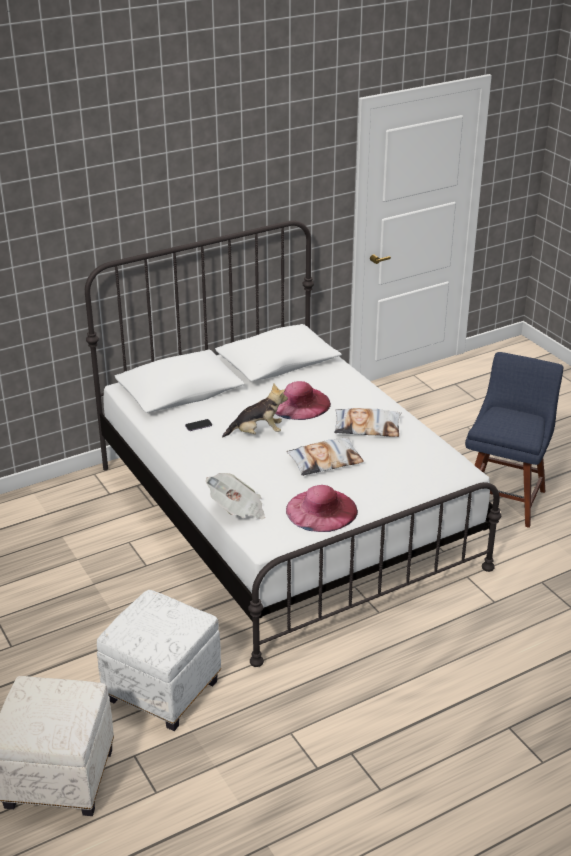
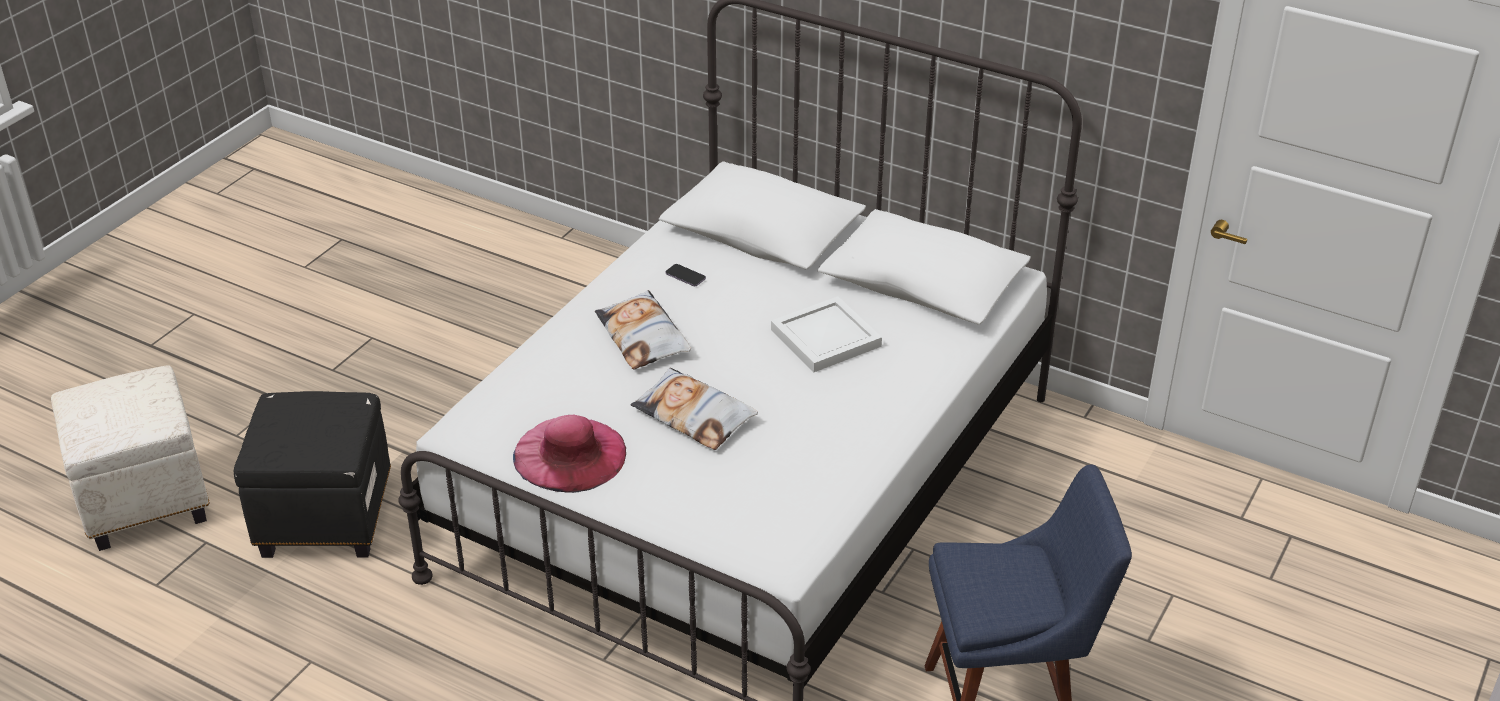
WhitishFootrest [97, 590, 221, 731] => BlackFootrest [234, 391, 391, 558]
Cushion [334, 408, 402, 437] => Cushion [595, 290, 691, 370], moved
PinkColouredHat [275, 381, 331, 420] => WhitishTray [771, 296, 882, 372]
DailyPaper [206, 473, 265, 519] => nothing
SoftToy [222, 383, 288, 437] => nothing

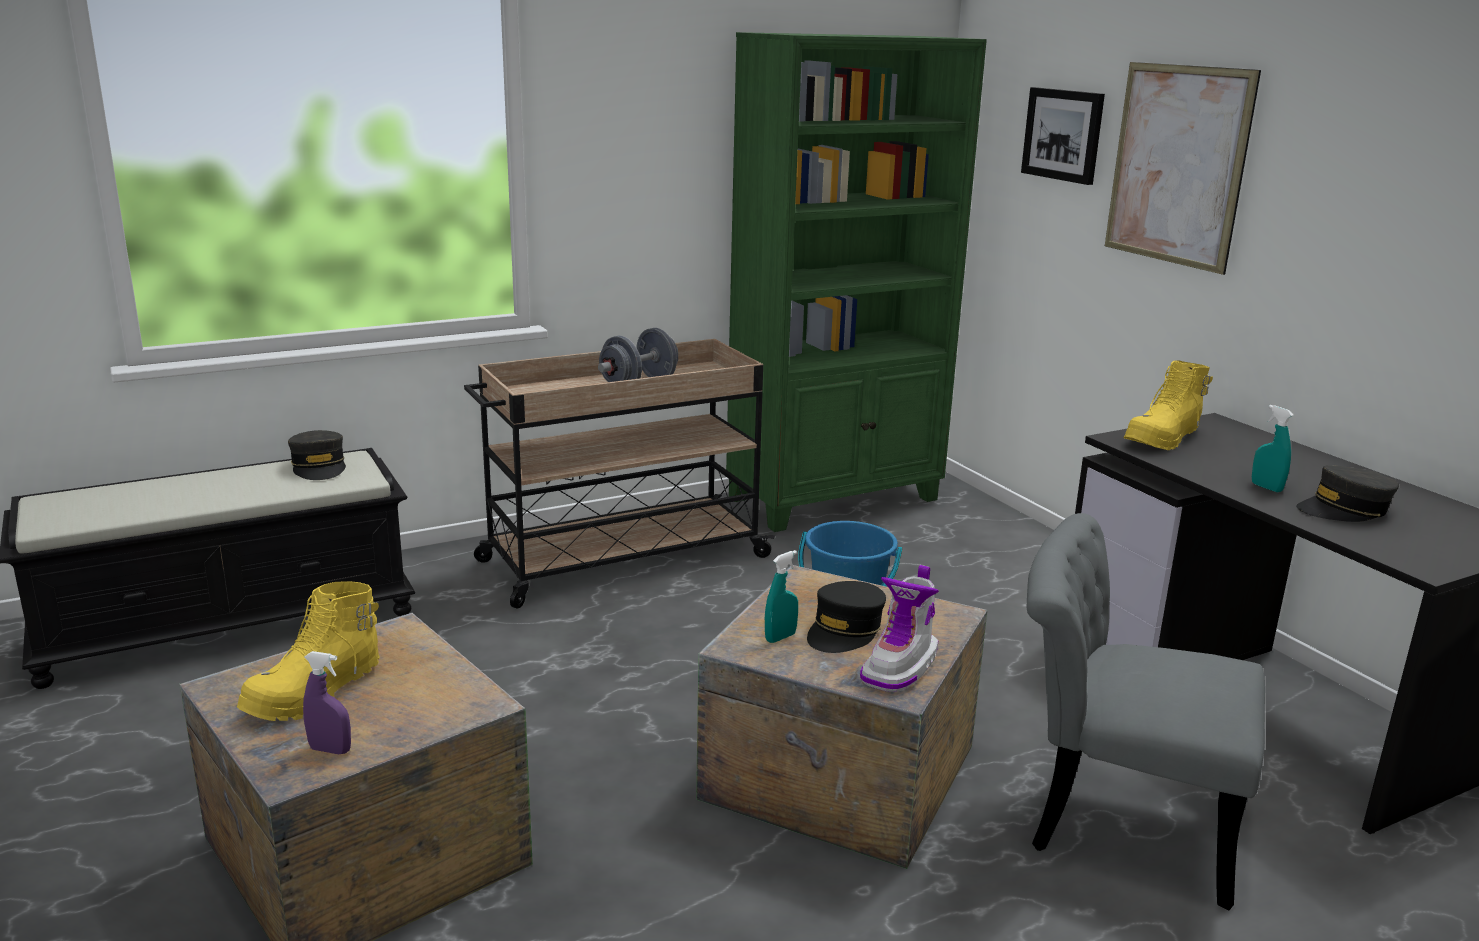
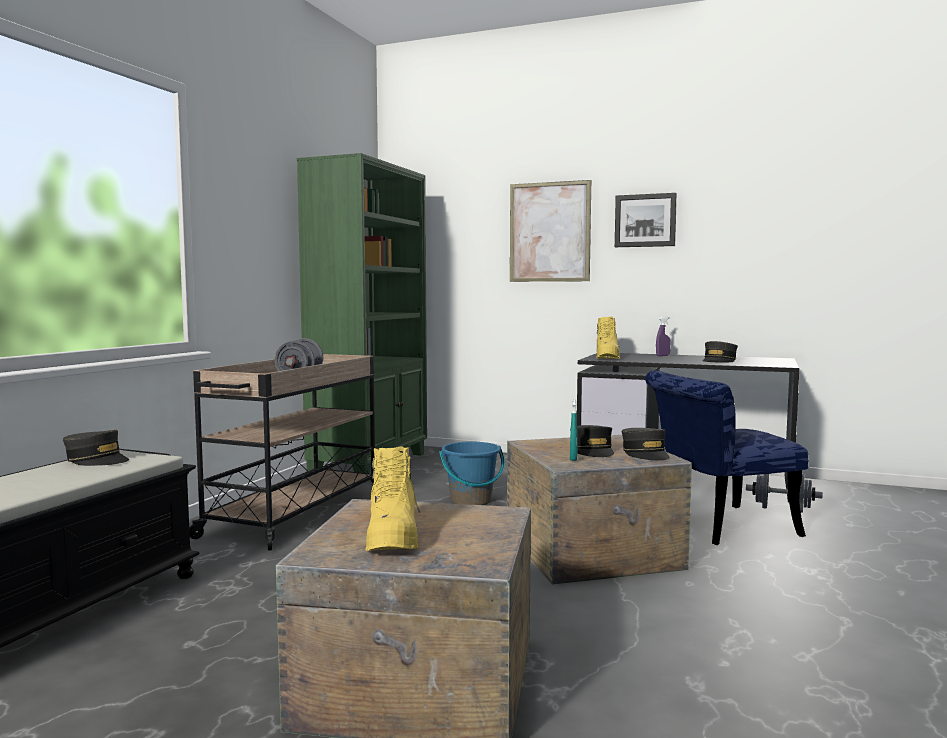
WallArt [1021, 87, 1105, 185] => WallArt [615, 193, 677, 247], moved
HighTopBoot [860, 565, 939, 692] => GrayCap [622, 428, 669, 460]
GrayChair [1027, 513, 1265, 910] => BluishChair [645, 370, 809, 545]
PurplishHandSprayer [303, 651, 351, 754] => PurplishHandSprayer [656, 317, 671, 356], moved
nothing => GrayDumbbell [746, 474, 823, 513]
BlueGreenHandSprayer [1252, 405, 1294, 492] => nothing

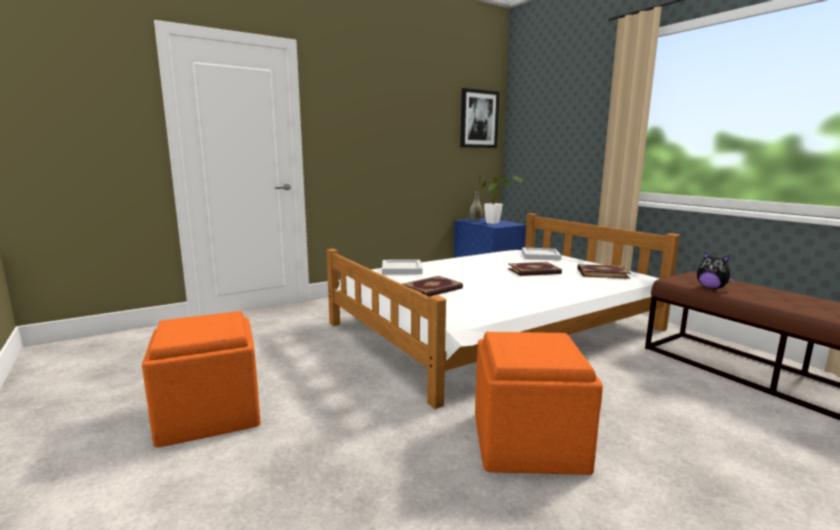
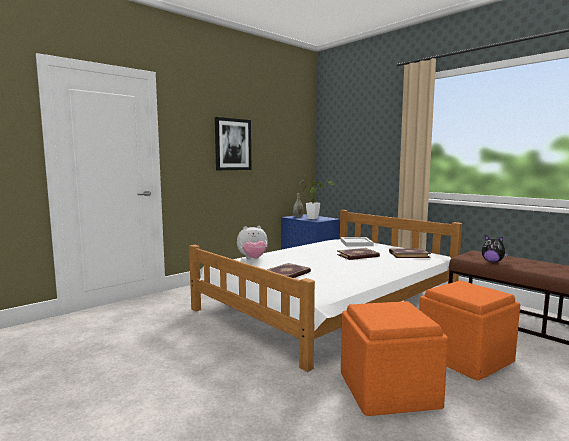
WallArt [460, 88, 499, 148] => WallArt [215, 117, 251, 170], moved
WhitishTray [382, 260, 422, 275] => SoftToy [237, 226, 268, 259]
OrangeFootrest [142, 311, 261, 447] => OrangeFootrest [419, 280, 520, 380], moved

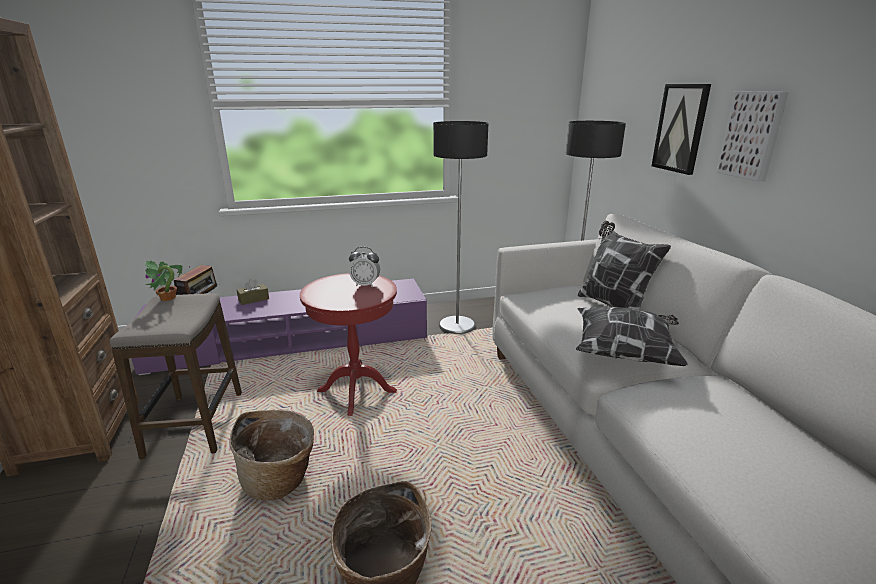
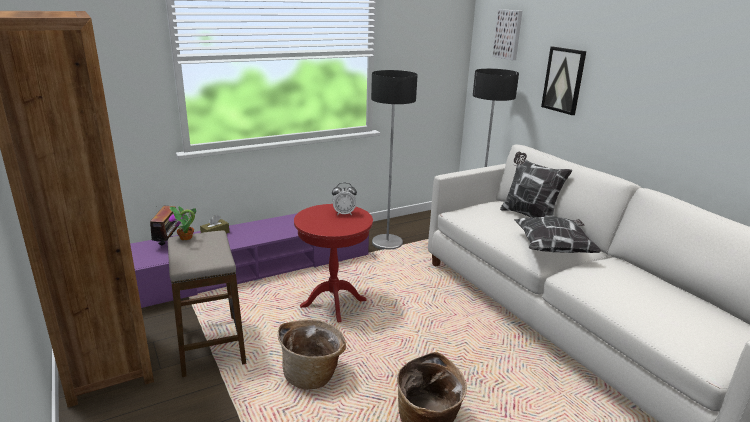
WallArt [717, 91, 789, 181] => WallArt [492, 9, 522, 60], moved

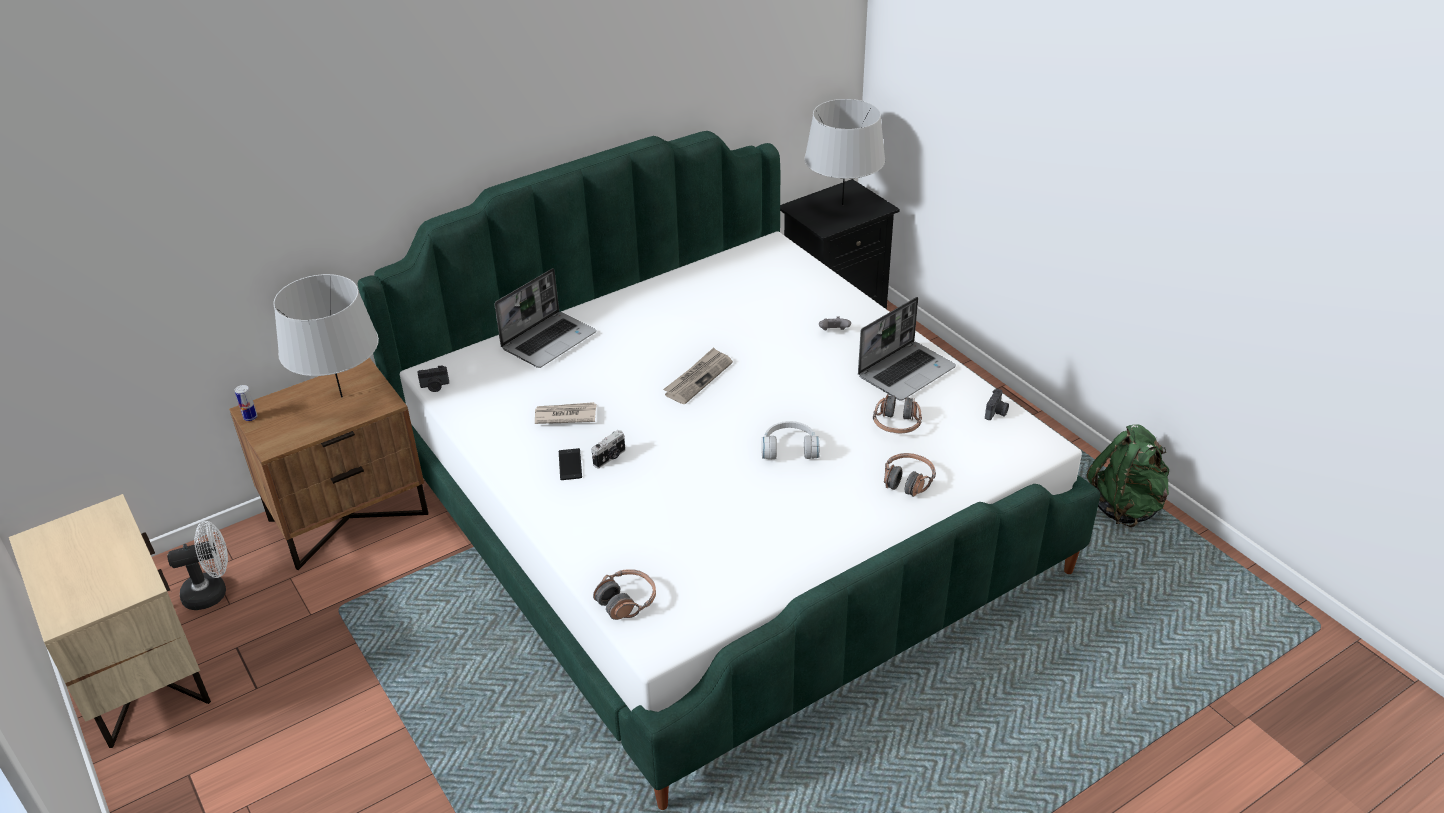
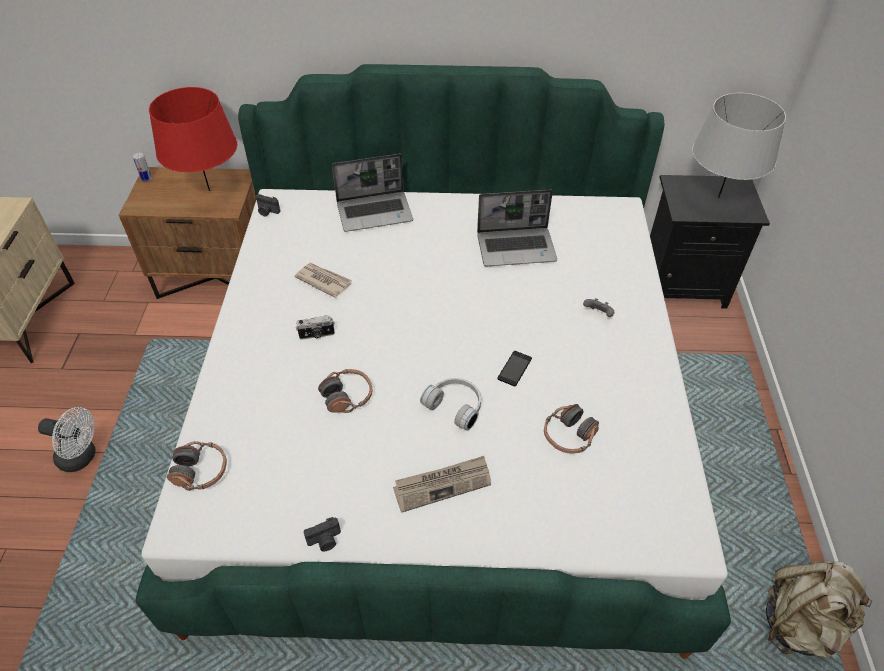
WhitishElectricFan [167, 521, 228, 610] => WhitishElectricFan [38, 407, 96, 472], moved
GrayTabletopLamp [273, 274, 379, 398] => ReddishTabletopLamp [149, 87, 237, 191]
StillCamera [985, 389, 1009, 420] => StillCamera [304, 517, 341, 551], moved
Headset [884, 453, 936, 497] => Headset [318, 369, 372, 413], moved
DailyPaper [663, 347, 733, 404] => DailyPaper [393, 456, 491, 513], moved
PortableComputer [858, 297, 956, 401] => PortableComputer [477, 189, 557, 266], moved
Telephone [559, 448, 582, 480] => Telephone [497, 351, 532, 387], moved
GreenColouredKnapsack [1087, 424, 1169, 527] => BeigeKnapsack [766, 560, 872, 658]

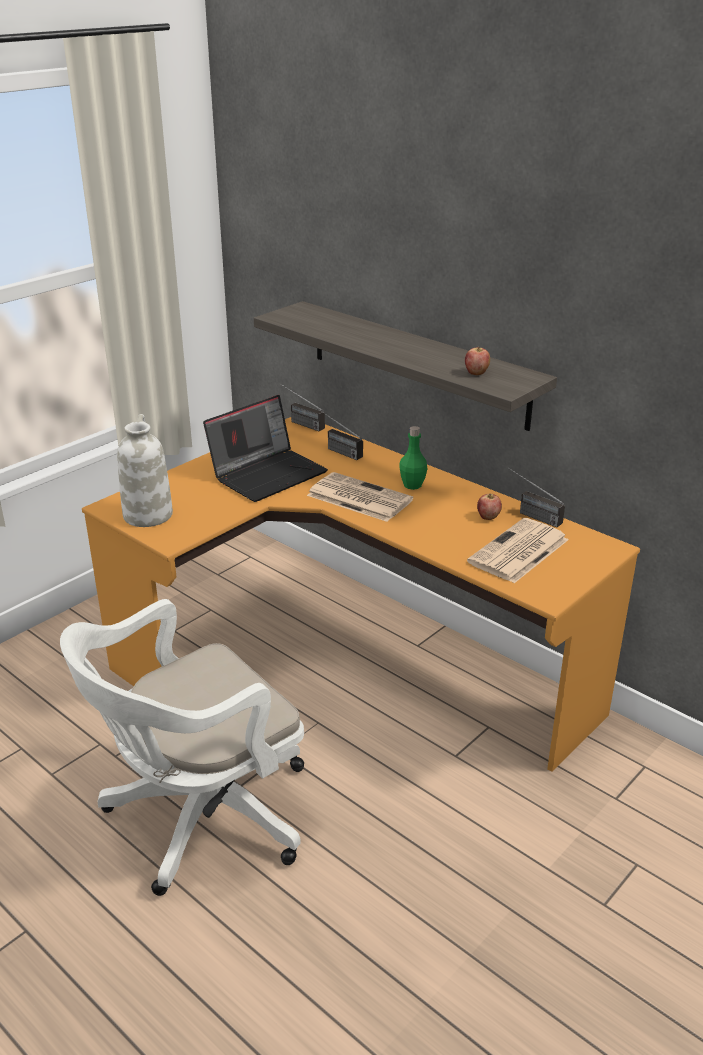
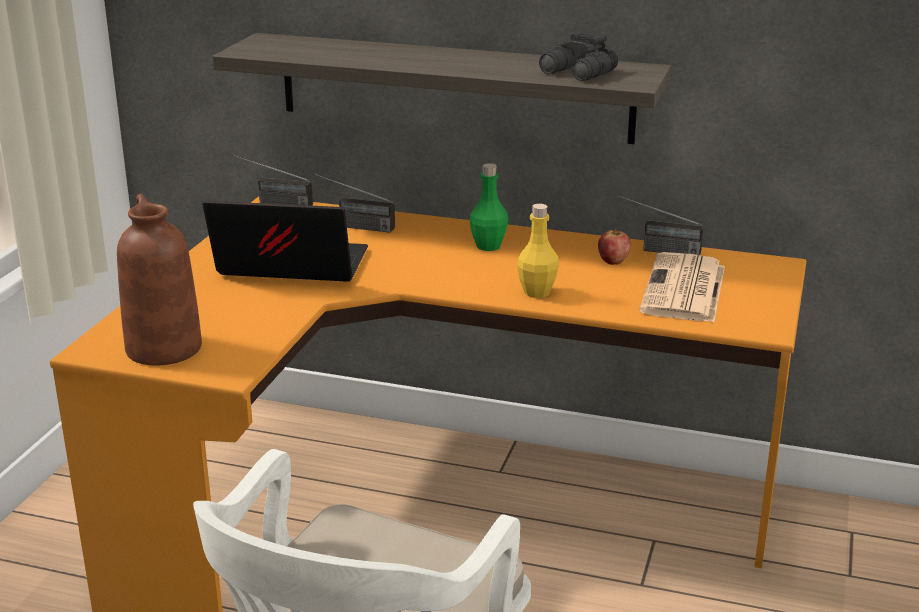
WhitishVase [117, 414, 173, 527] => BrownishVase [117, 194, 202, 365]
PortableComputer [203, 395, 328, 502] => PortableComputer [202, 201, 368, 282], 105 degrees counterclockwise
nothing => YellowishDrinkBottle [517, 204, 559, 298]
Apple [465, 347, 490, 375] => BlackFieldGlasses [539, 32, 618, 81]
DailyPaper [307, 472, 413, 522] => nothing

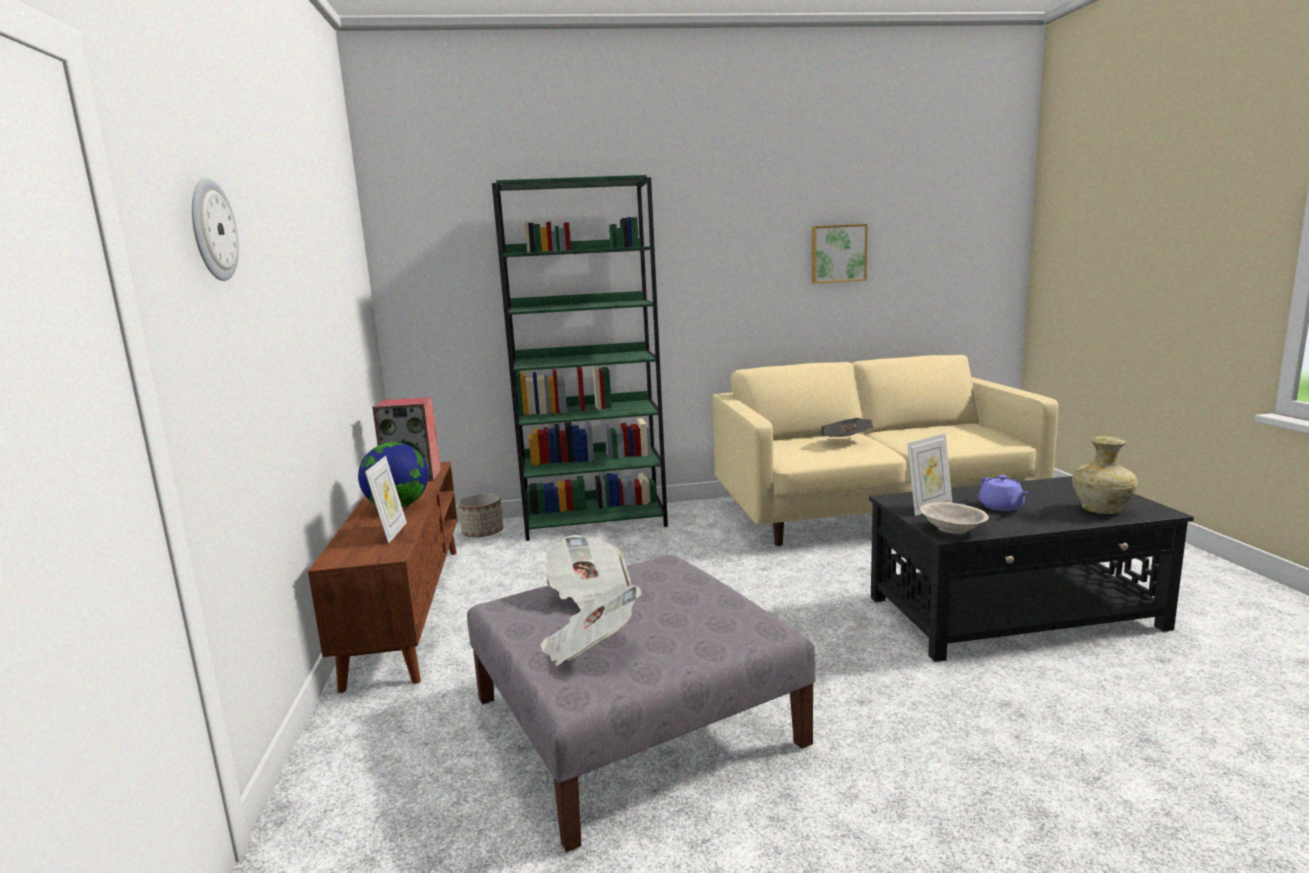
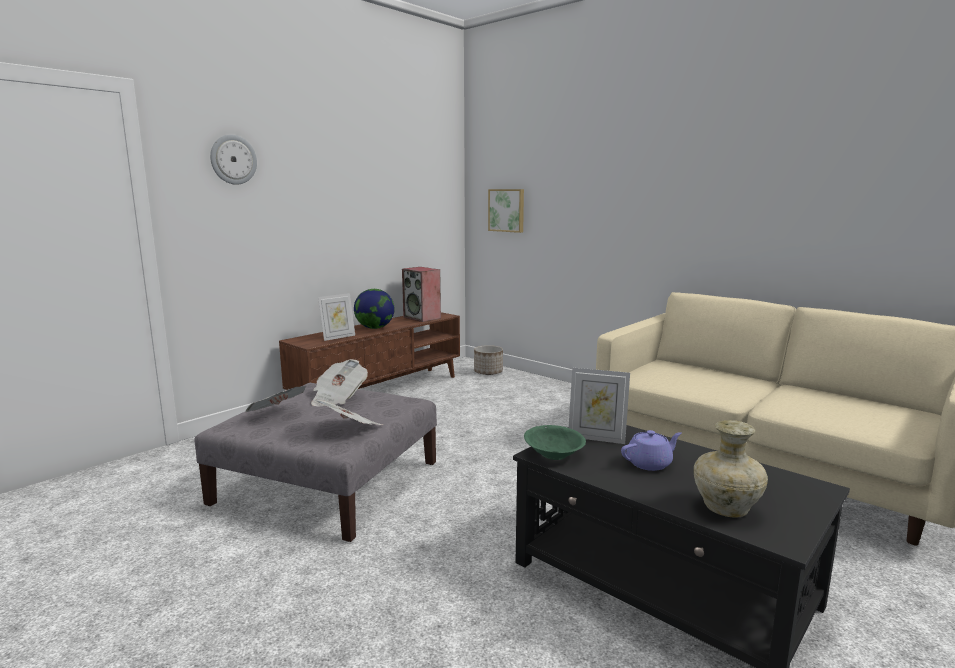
DailyPaper [820, 418, 873, 437] => DailyPaper [314, 400, 383, 425], moved
WallArt [812, 224, 868, 284] => WallArt [488, 189, 524, 233], moved
BeigeDeepDish [920, 502, 989, 534] => GreenColouredDeepDish [524, 425, 586, 460]
PurplishTeaPot [979, 475, 1028, 511] => PurplishTeaPot [621, 430, 682, 471], 150 degrees counterclockwise
GreenColouredShelvingUnit [492, 175, 668, 541] => nothing

